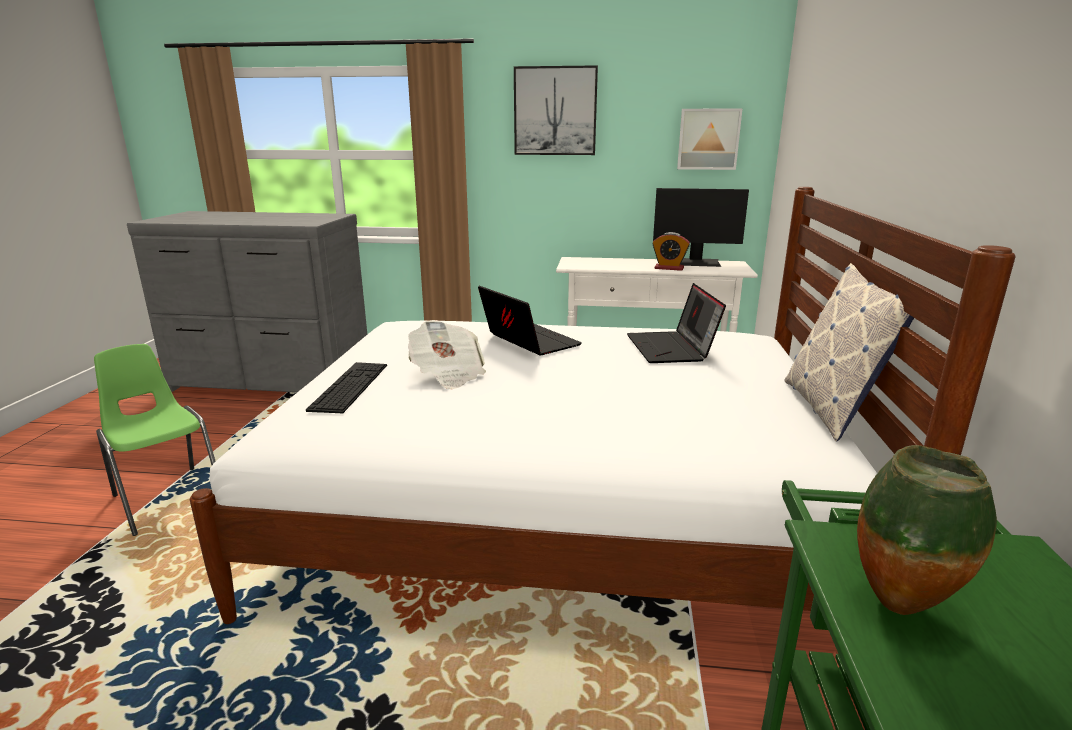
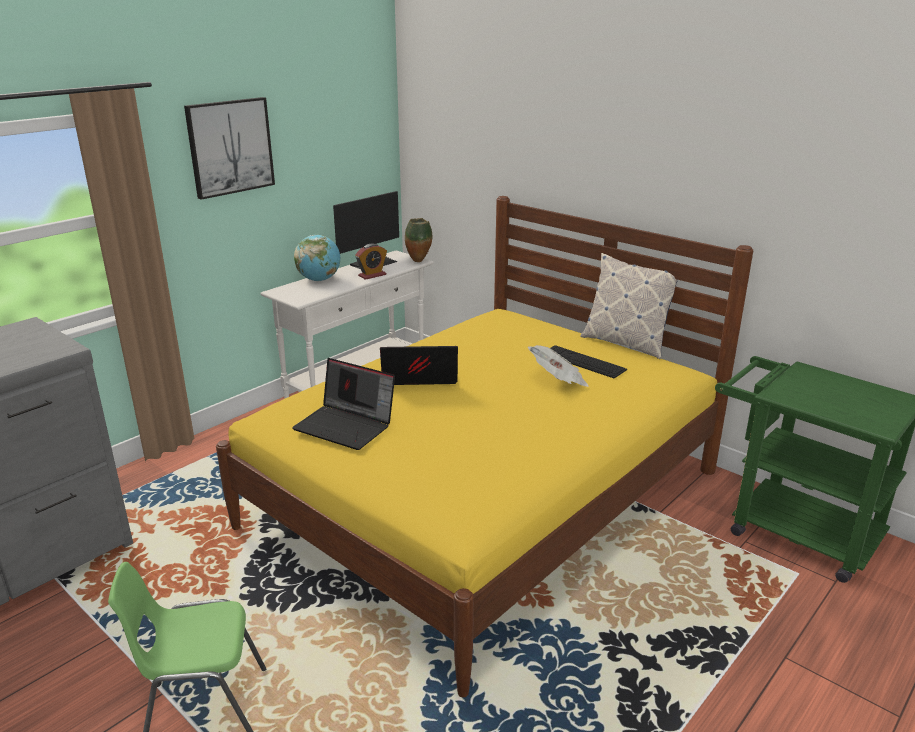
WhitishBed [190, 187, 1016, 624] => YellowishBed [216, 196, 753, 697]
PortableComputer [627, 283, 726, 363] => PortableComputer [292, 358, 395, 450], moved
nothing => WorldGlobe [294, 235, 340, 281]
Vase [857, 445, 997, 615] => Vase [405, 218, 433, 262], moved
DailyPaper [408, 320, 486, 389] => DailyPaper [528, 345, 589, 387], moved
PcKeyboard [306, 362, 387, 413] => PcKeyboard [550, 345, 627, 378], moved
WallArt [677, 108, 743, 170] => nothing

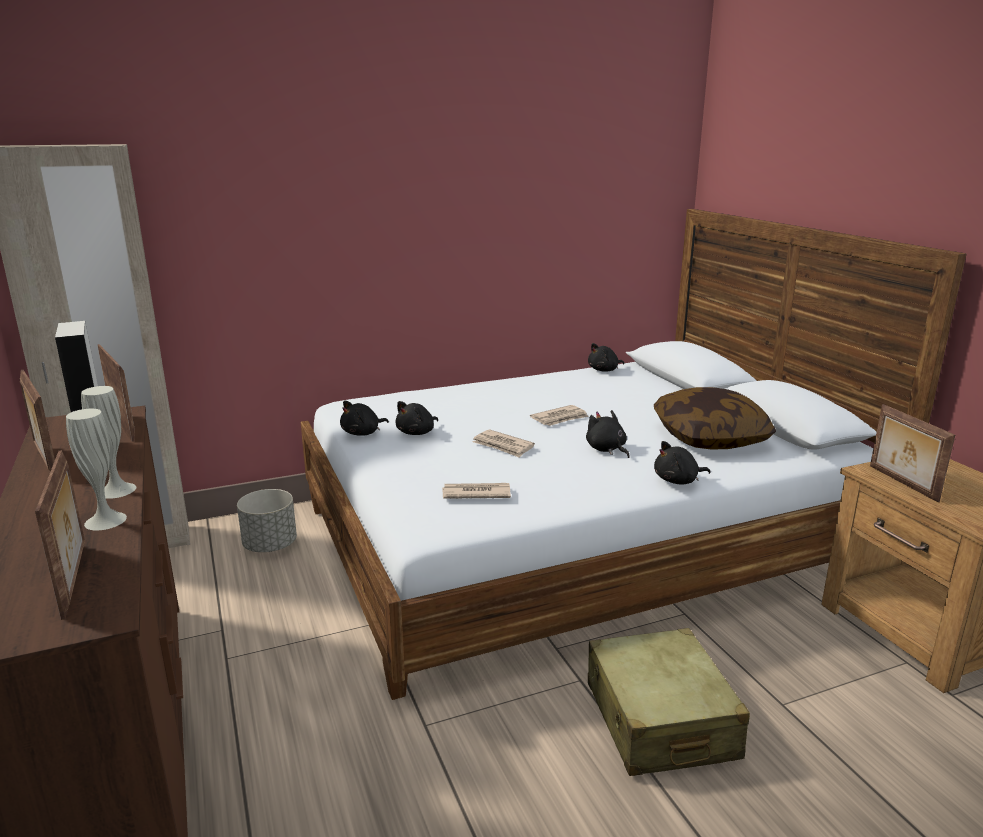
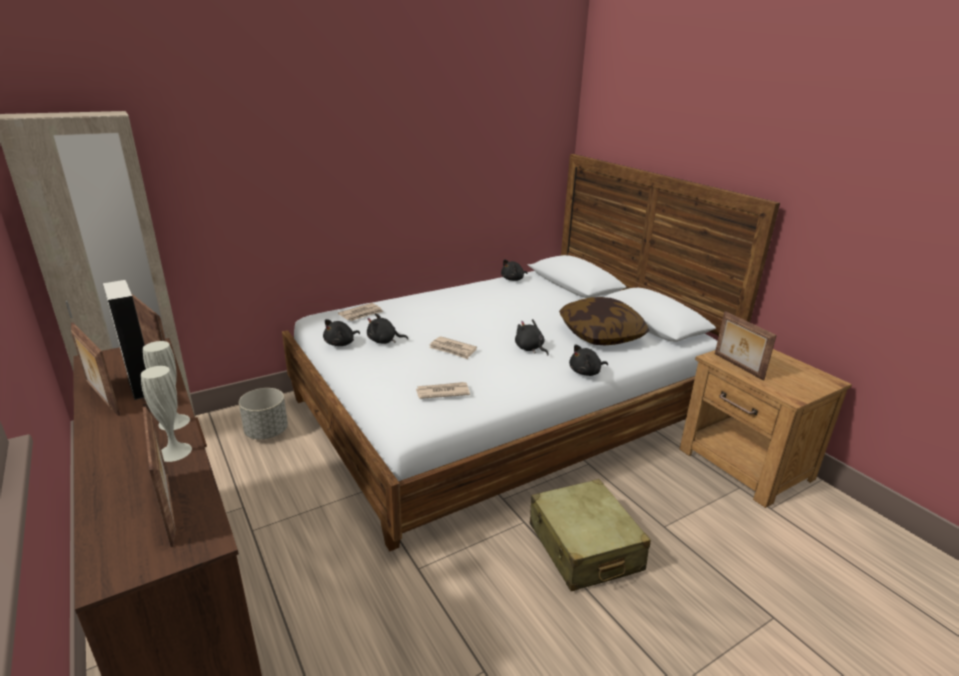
DailyPaper [530, 405, 589, 426] => DailyPaper [338, 303, 383, 321], moved
BlackSoftToy [395, 401, 438, 435] => BlackSoftToy [367, 313, 408, 344], 60 degrees clockwise

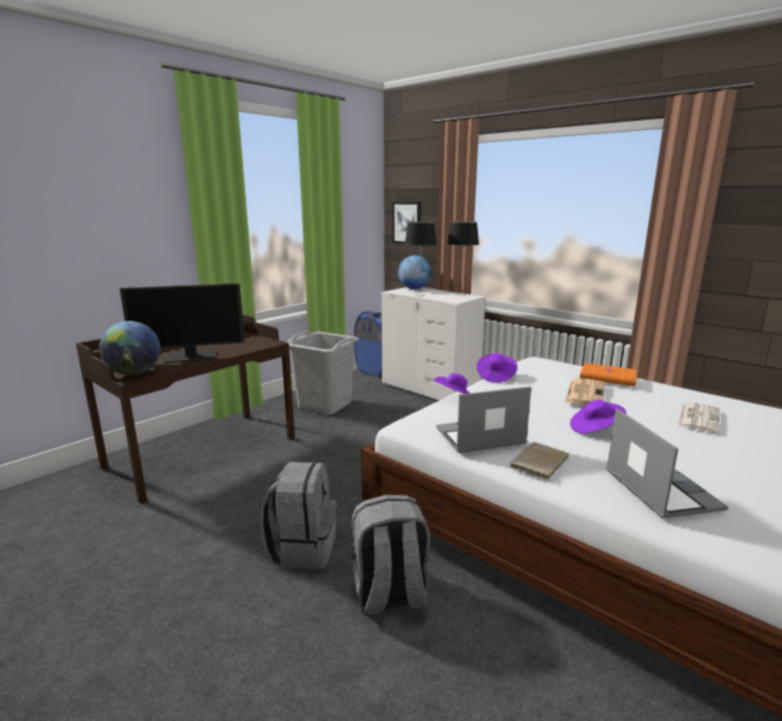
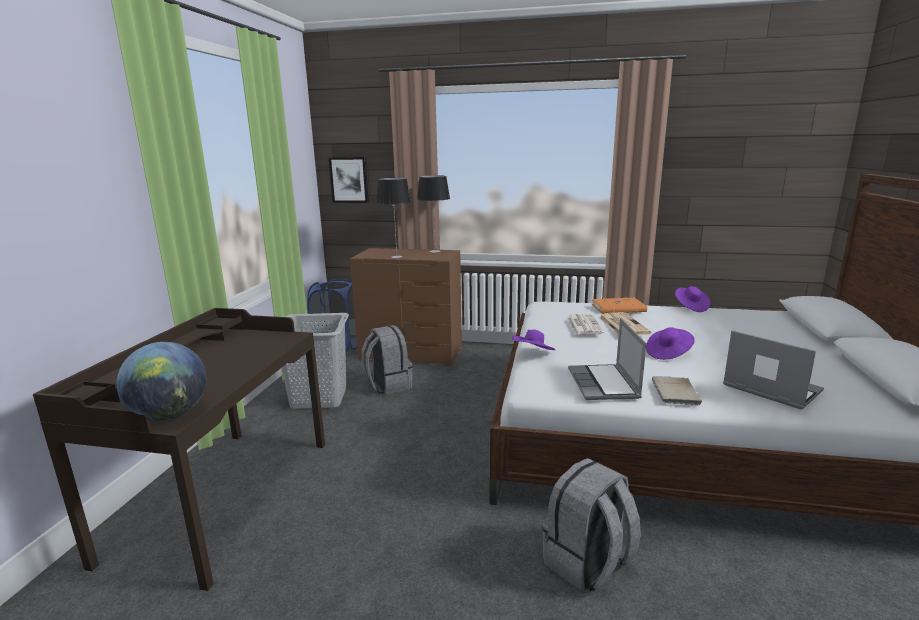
WhitishDrawerChest [382, 287, 486, 400] => BrownishDrawerChest [350, 248, 462, 366]
GrayKnapsack [260, 462, 337, 569] => GrayKnapsack [362, 325, 413, 395], moved
DailyPaper [677, 402, 720, 433] => DailyPaper [567, 314, 604, 335], moved
PortableComputer [436, 386, 531, 453] => PortableComputer [568, 318, 646, 400], 45 degrees counterclockwise
PurplishHat [477, 353, 517, 383] => PurplishHat [675, 286, 711, 312], moved
ComputerScreen [120, 283, 245, 363] => nothing
WorldGlobe [398, 255, 432, 289] => nothing

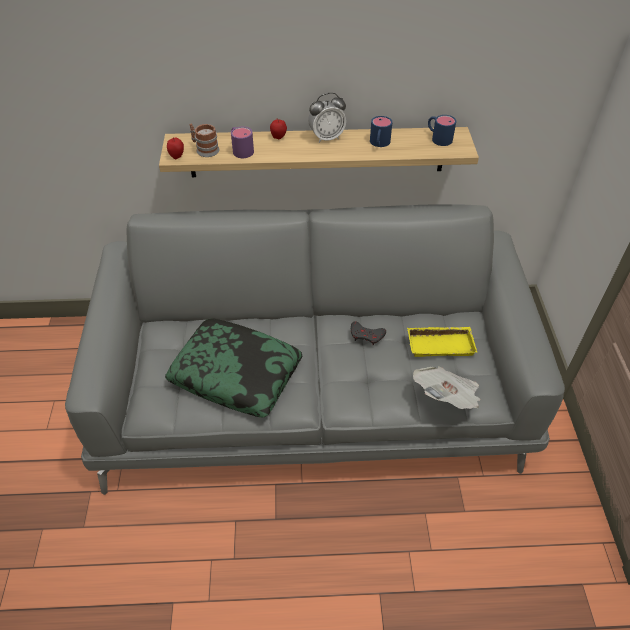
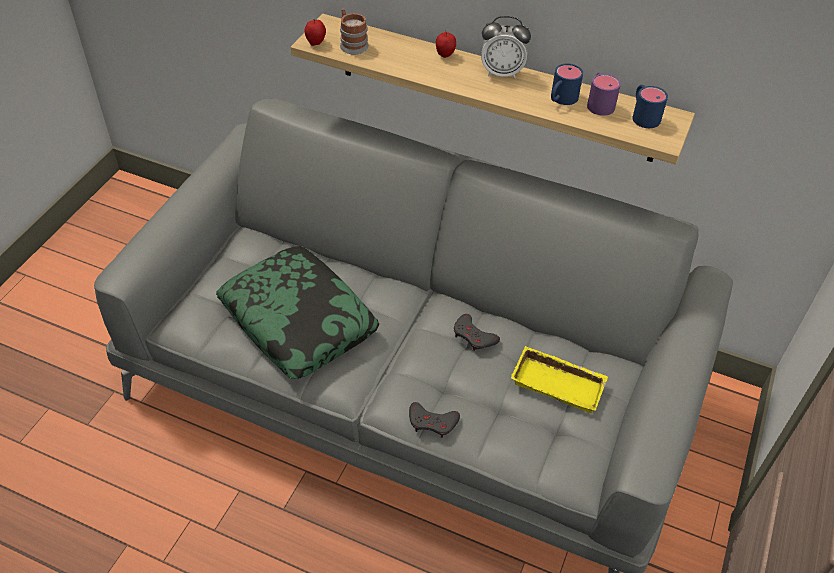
nothing => GrayGamepad [409, 402, 460, 438]
PurplishTeaMug [231, 127, 254, 158] => PurplishTeaMug [587, 72, 621, 116], moved
DailyPaper [413, 366, 480, 409] => nothing

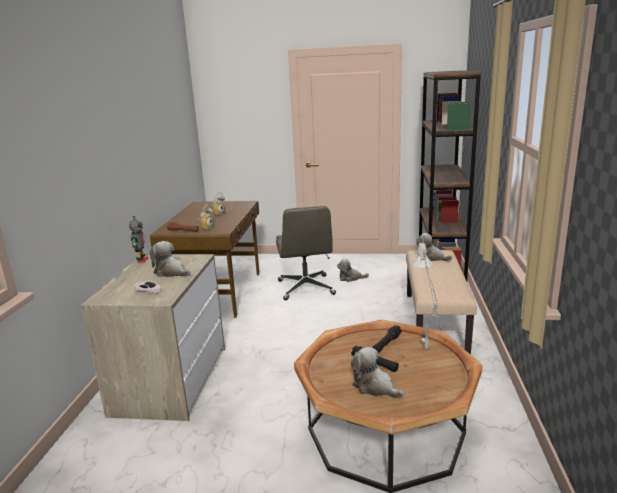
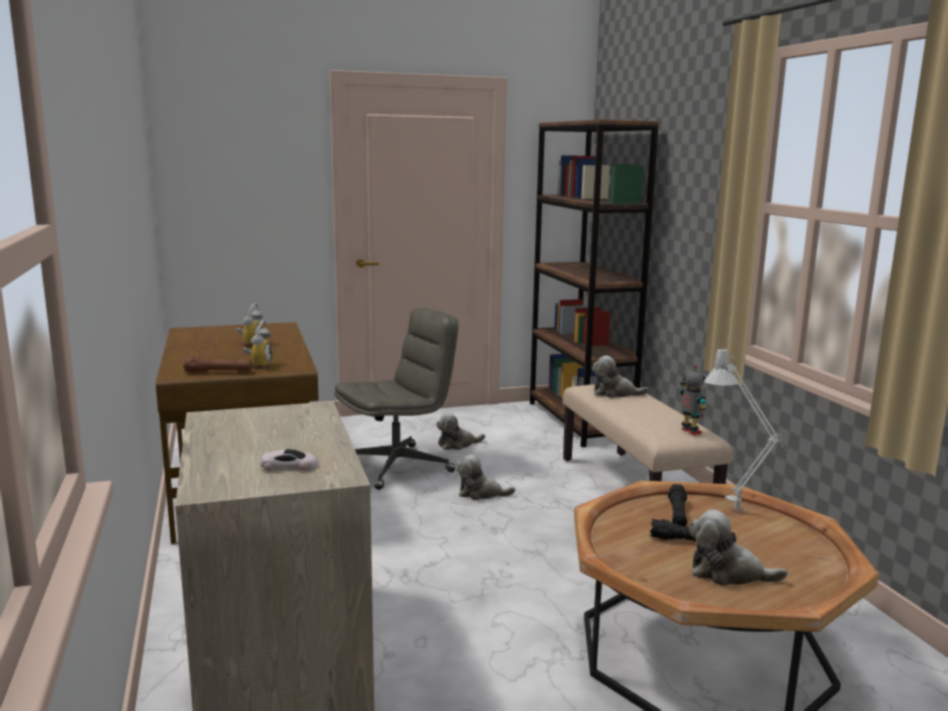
GrayOfficeChair [276, 206, 336, 300] => GrayOfficeChair [334, 308, 458, 490], 90 degrees counterclockwise
SoftToy [150, 241, 190, 277] => SoftToy [456, 455, 515, 500], moved
ModelRobot [129, 216, 148, 263] => ModelRobot [680, 365, 706, 435], moved

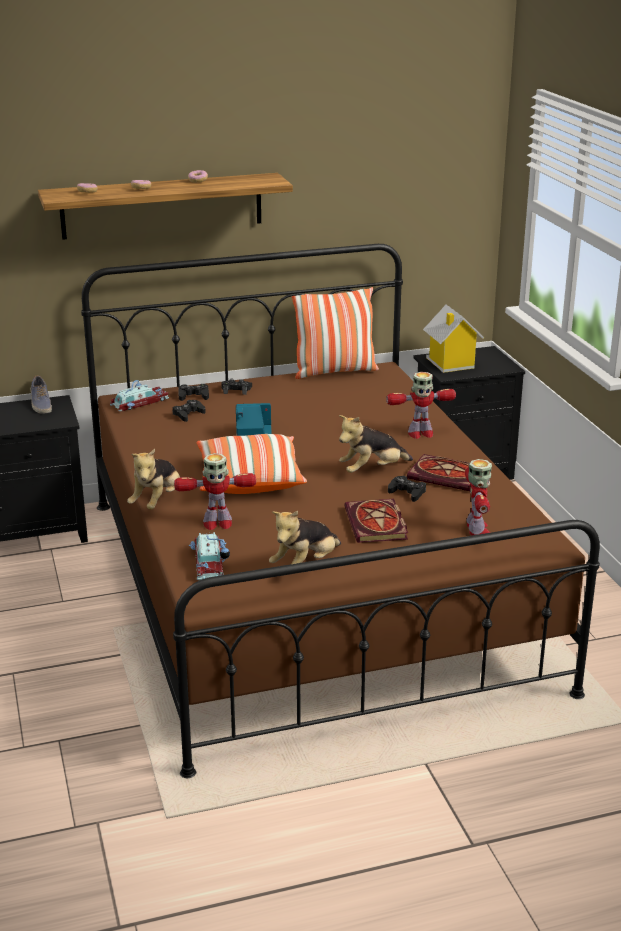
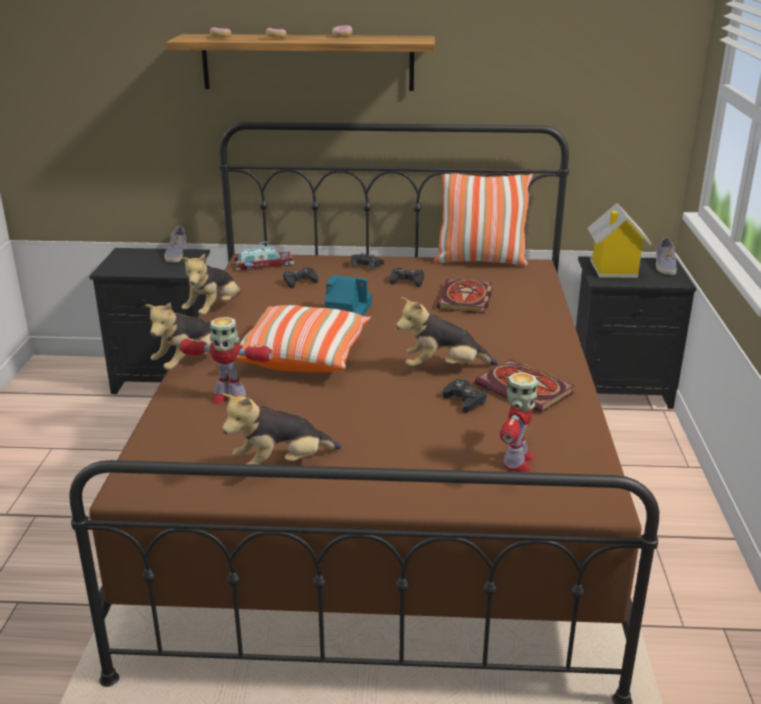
nothing => SoftToy [182, 254, 241, 315]
BlackGamepad [178, 384, 209, 401] => BlackGamepad [390, 268, 424, 287], moved
Volume [344, 499, 408, 543] => Volume [436, 279, 492, 314], moved
nothing => ItemOfFootwear [656, 237, 677, 275]
ModelCar [189, 532, 230, 580] => nothing
ModelRobot [386, 372, 456, 439] => nothing

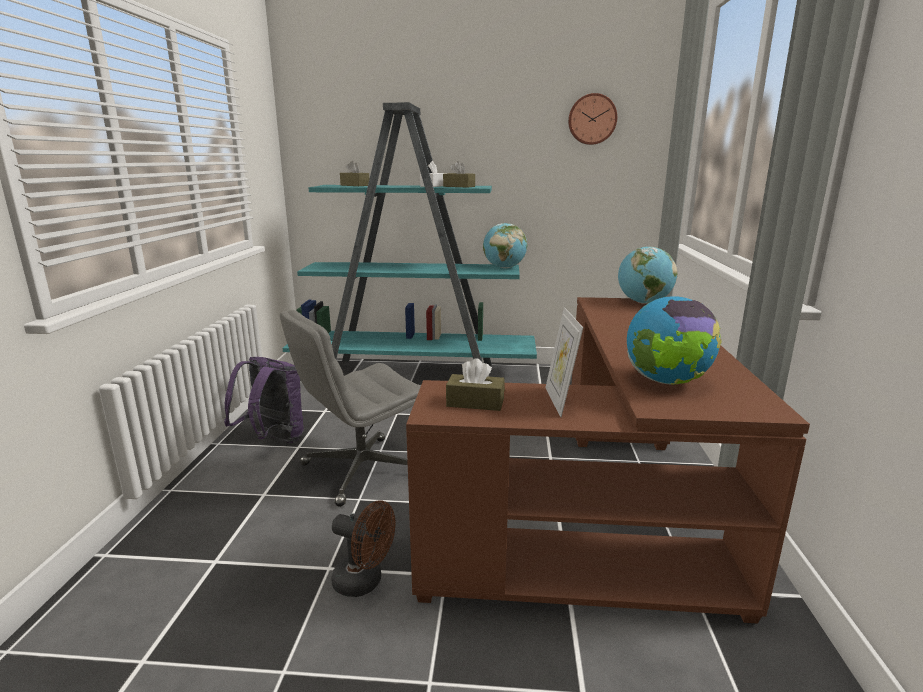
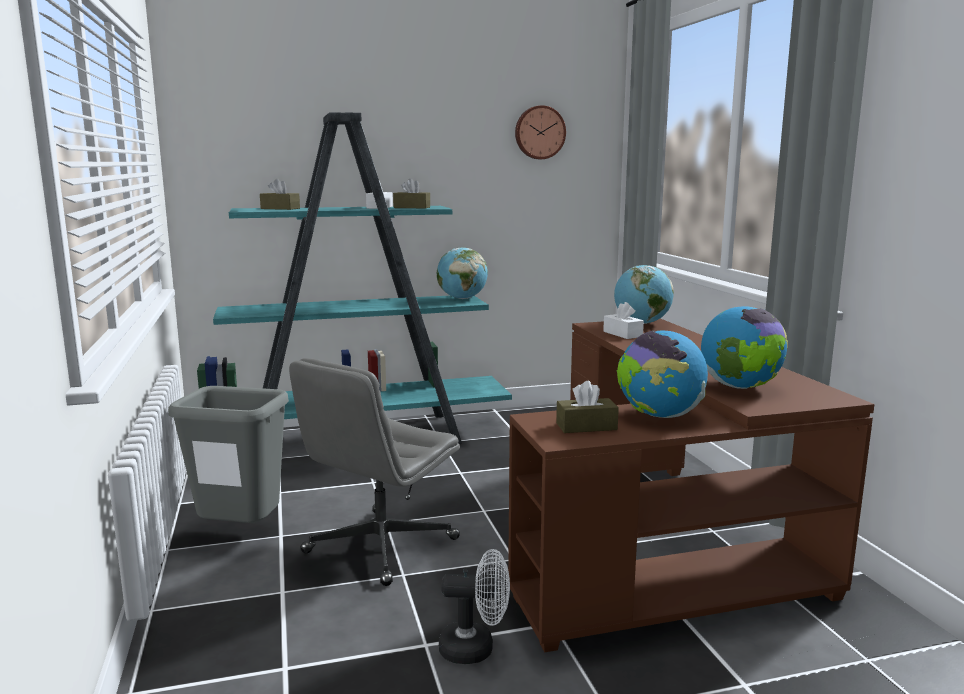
PurplishKnapsack [224, 357, 304, 443] => GrayWasteBin [168, 386, 289, 523]
BrownishElectricFan [331, 500, 395, 597] => WhitishElectricFan [439, 549, 510, 664]
nothing => WhitishTissueHolder [603, 302, 644, 339]
PhotoFrame [545, 307, 583, 417] => WorldGlobe [617, 330, 708, 418]

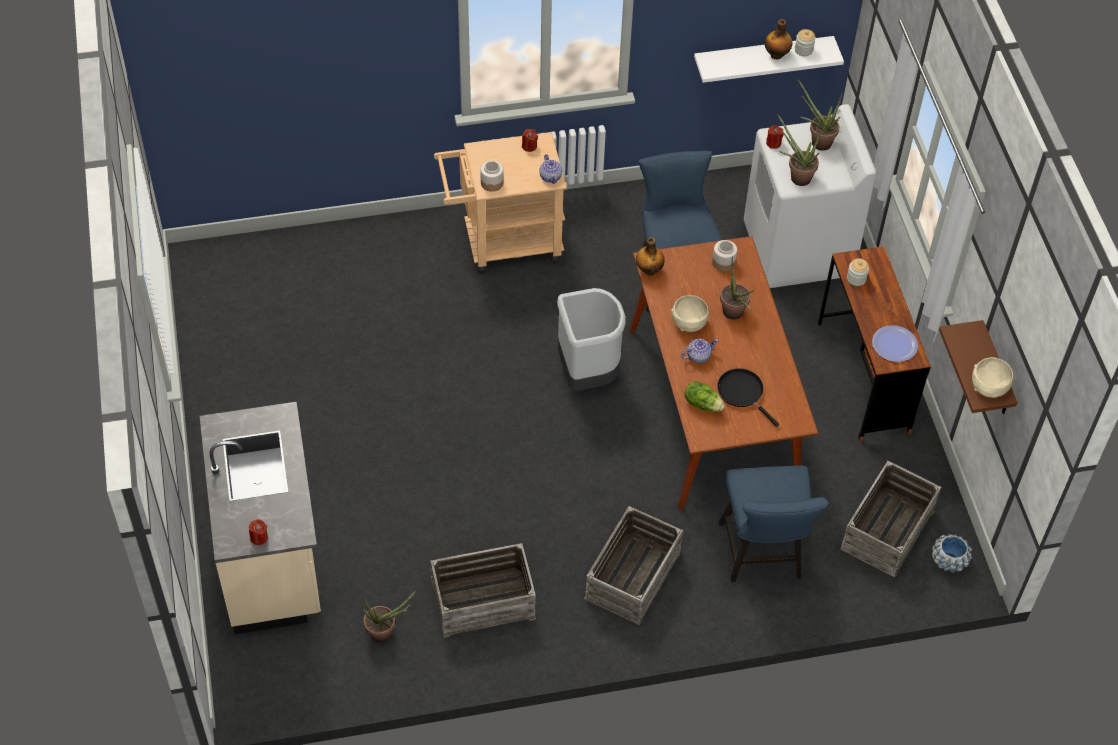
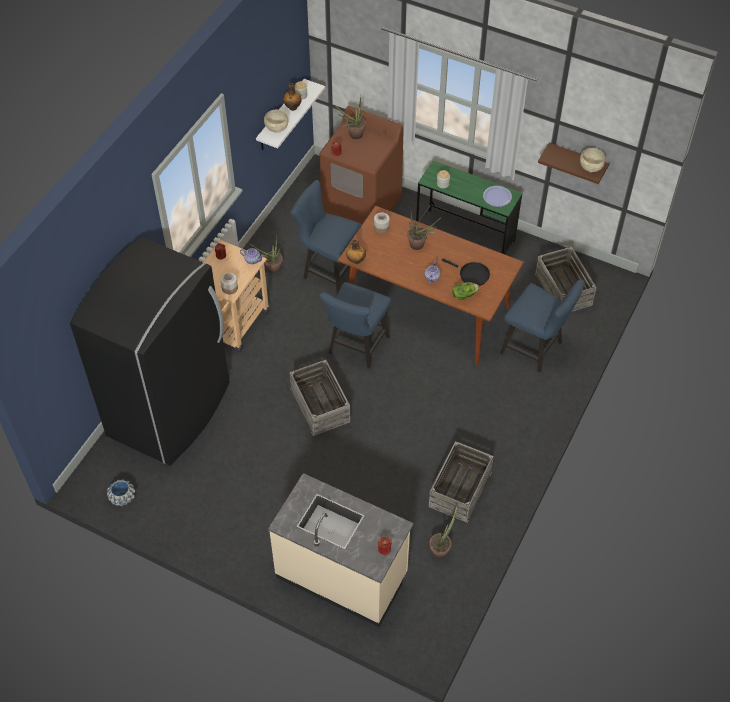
nothing => BlackRefrigerator [70, 237, 230, 466]
BluishPlantPot [932, 534, 972, 573] => BluishPlantPot [107, 479, 135, 506], moved
PottedPlant [777, 114, 822, 186] => PottedPlant [250, 234, 283, 274], moved
BeigeDeepDish [671, 295, 709, 332] => BeigeDeepDish [264, 109, 288, 132], moved
ShippingCrate [584, 506, 683, 625] => ShippingCrate [289, 359, 350, 436], moved
WhitishLaundryMachine [744, 104, 876, 288] => BrownishLaundryMachine [320, 106, 404, 224]
GrayWasteBin [557, 288, 626, 391] => BluishChair [320, 282, 391, 368]
BrownishDeskUnit [818, 246, 931, 441] => GreenColouredDeskUnit [416, 161, 522, 254]
BlackFryingPan [717, 368, 779, 427] => BlackFryingPan [442, 259, 490, 286], 150 degrees counterclockwise

